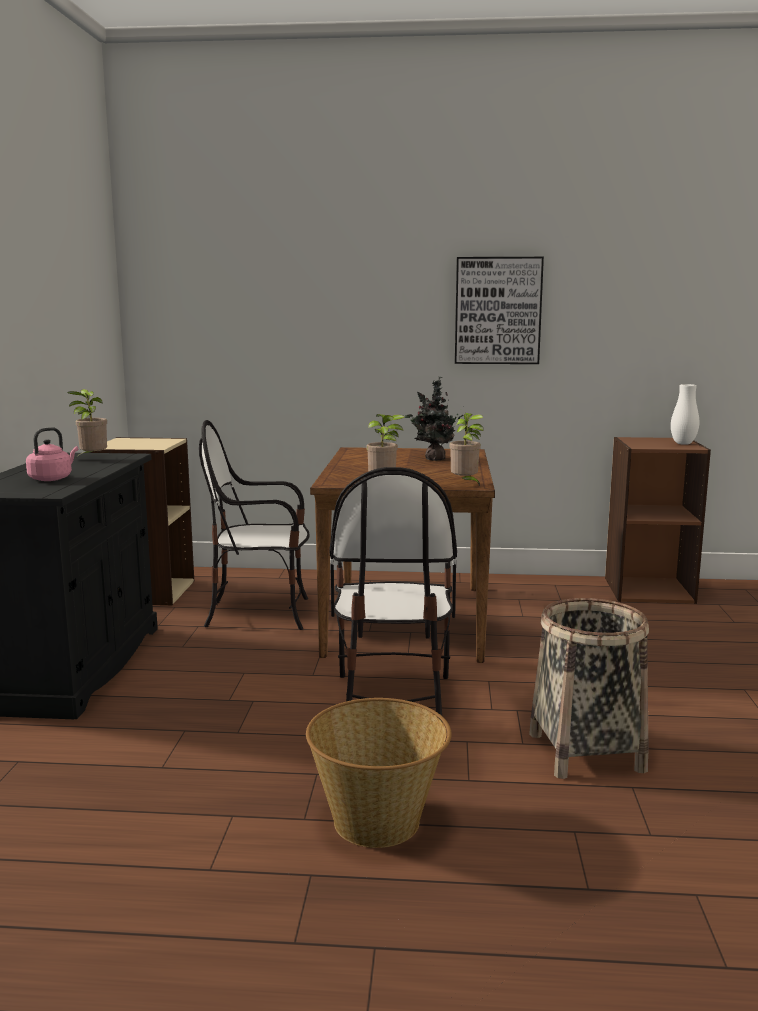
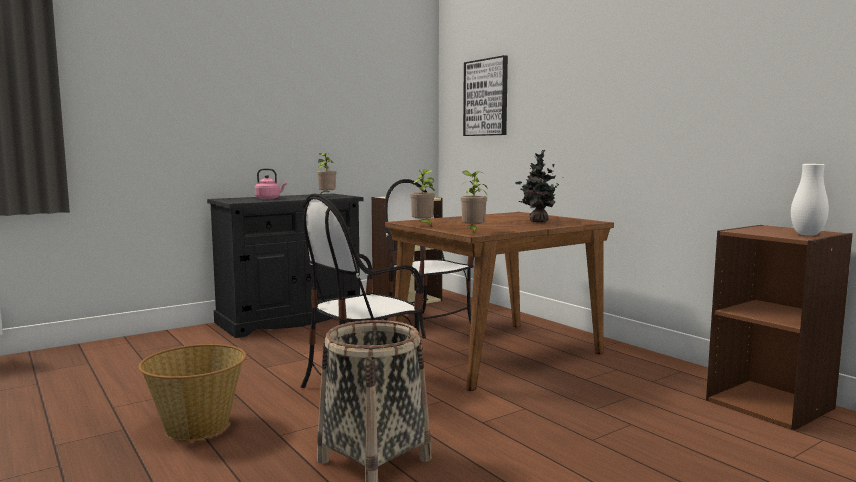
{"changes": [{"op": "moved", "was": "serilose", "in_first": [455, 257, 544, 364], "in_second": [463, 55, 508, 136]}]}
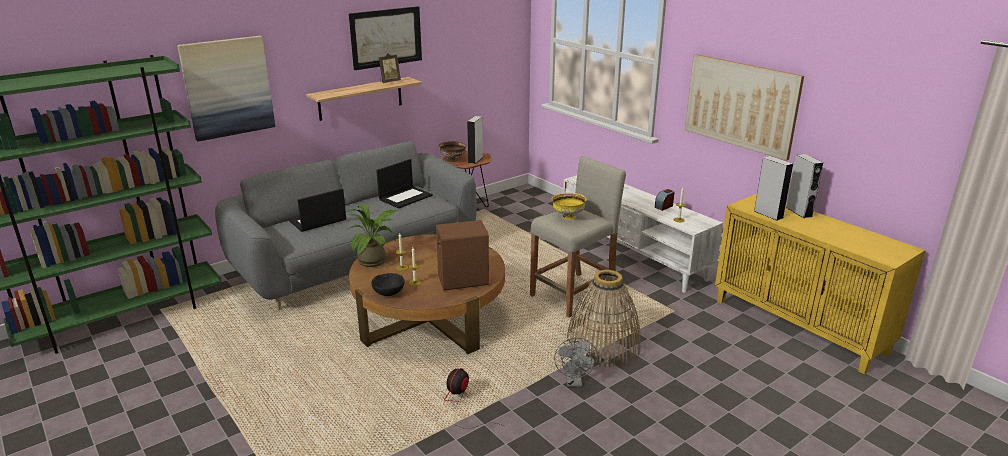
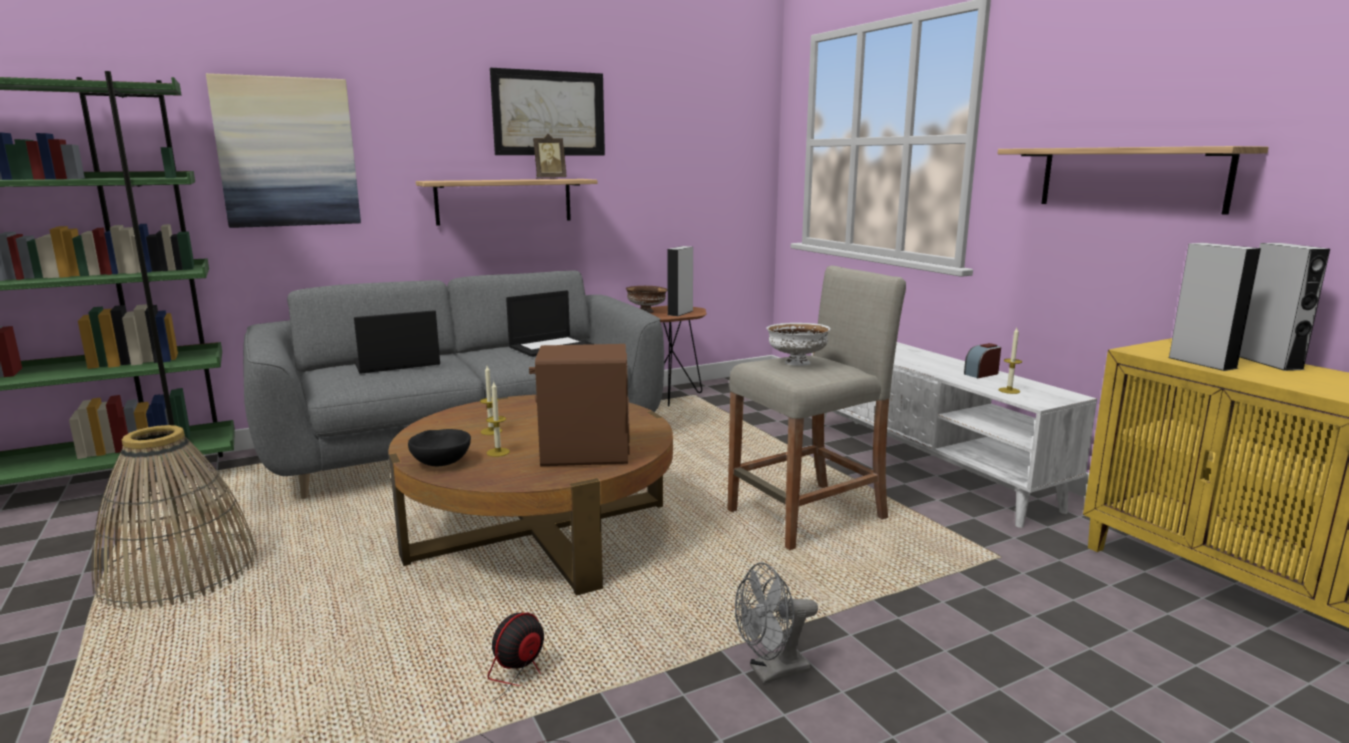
{"changes": [{"op": "replaced", "was": "serilose", "now": "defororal", "in_first": [685, 54, 804, 161], "in_second": [998, 146, 1269, 215]}, {"op": "recoloured", "was": "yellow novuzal", "now": "white novuzal", "in_first": [552, 193, 587, 220], "in_second": [766, 323, 830, 366]}, {"op": "removed", "was": "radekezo", "in_first": [346, 204, 398, 267]}, {"op": "moved", "was": "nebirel", "in_first": [567, 270, 641, 367], "in_second": [92, 425, 257, 610]}, {"op": "turned", "was": "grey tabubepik", "in_first": [554, 338, 598, 387], "in_second": [735, 562, 818, 683], "clockwise": 60}]}
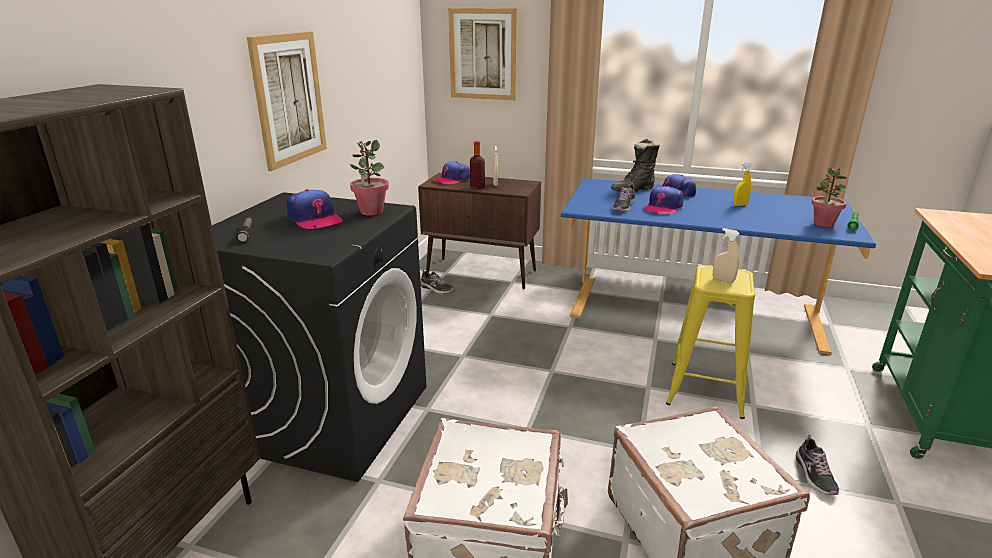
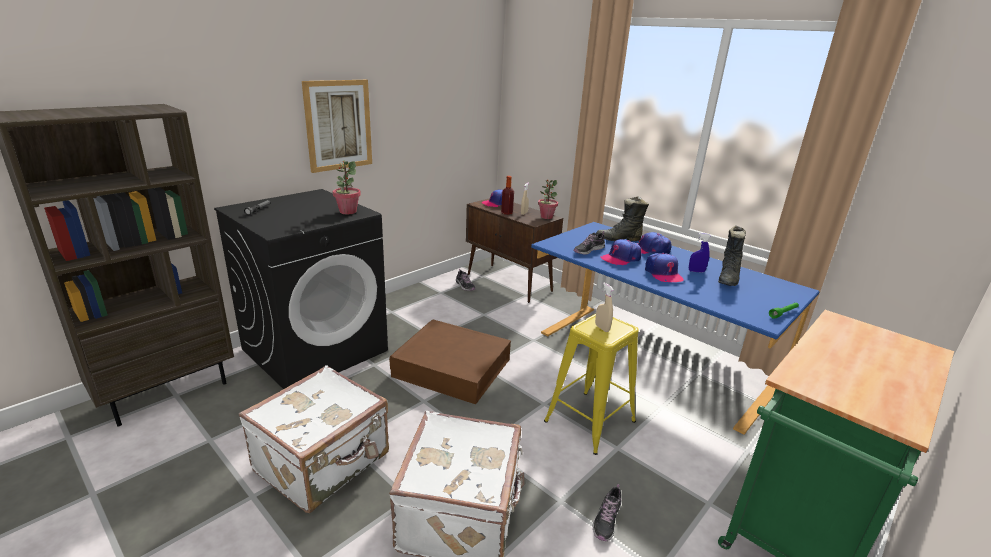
{"changes": [{"op": "removed", "was": "serilose", "in_first": [448, 8, 517, 100]}, {"op": "recoloured", "was": "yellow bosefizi", "now": "blue bosefizi", "in_first": [733, 162, 753, 206], "in_second": [689, 233, 711, 273]}, {"op": "moved", "was": "radekezo", "in_first": [812, 166, 847, 227], "in_second": [538, 180, 558, 219]}, {"op": "moved", "was": "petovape", "in_first": [287, 189, 344, 229], "in_second": [645, 253, 684, 282]}, {"op": "added", "now": "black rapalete", "in_second": [718, 225, 746, 286]}, {"op": "added", "now": "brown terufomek", "in_second": [389, 319, 511, 404]}]}
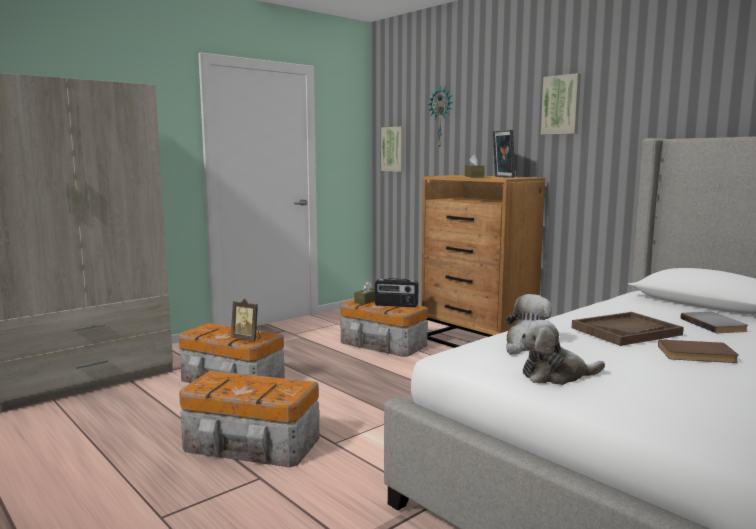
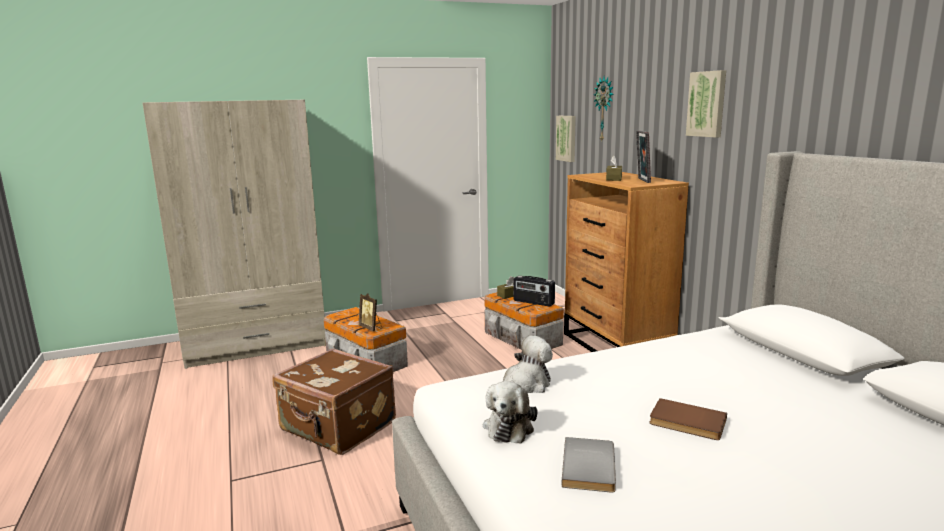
{"changes": [{"op": "removed", "was": "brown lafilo", "in_first": [572, 312, 684, 346]}, {"op": "moved", "was": "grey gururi", "in_first": [681, 312, 748, 333], "in_second": [561, 437, 616, 493]}, {"op": "turned", "was": "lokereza", "in_first": [520, 320, 605, 385], "in_second": [483, 381, 538, 444], "clockwise": -90}, {"op": "replaced", "was": "terufomek", "now": "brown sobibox", "in_first": [179, 371, 320, 467], "in_second": [272, 348, 396, 455]}]}
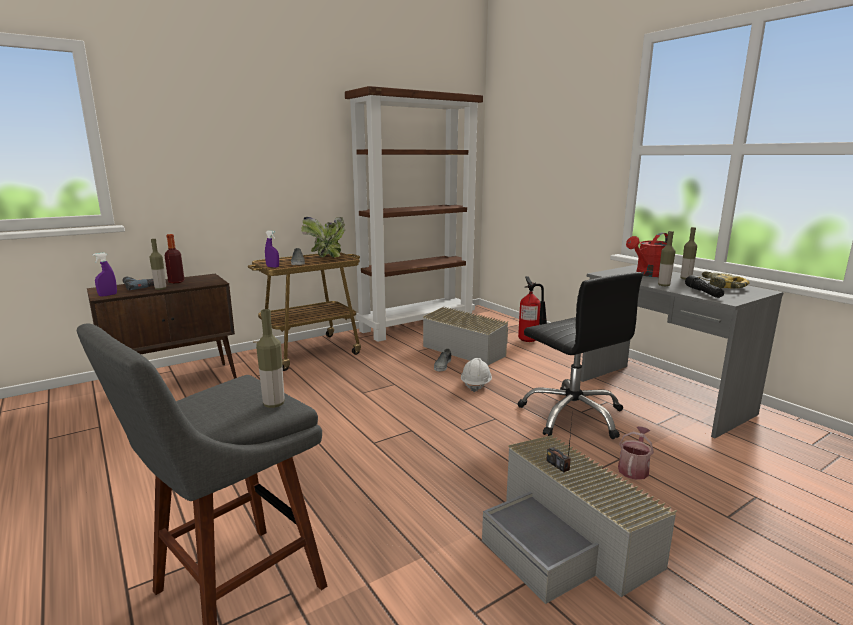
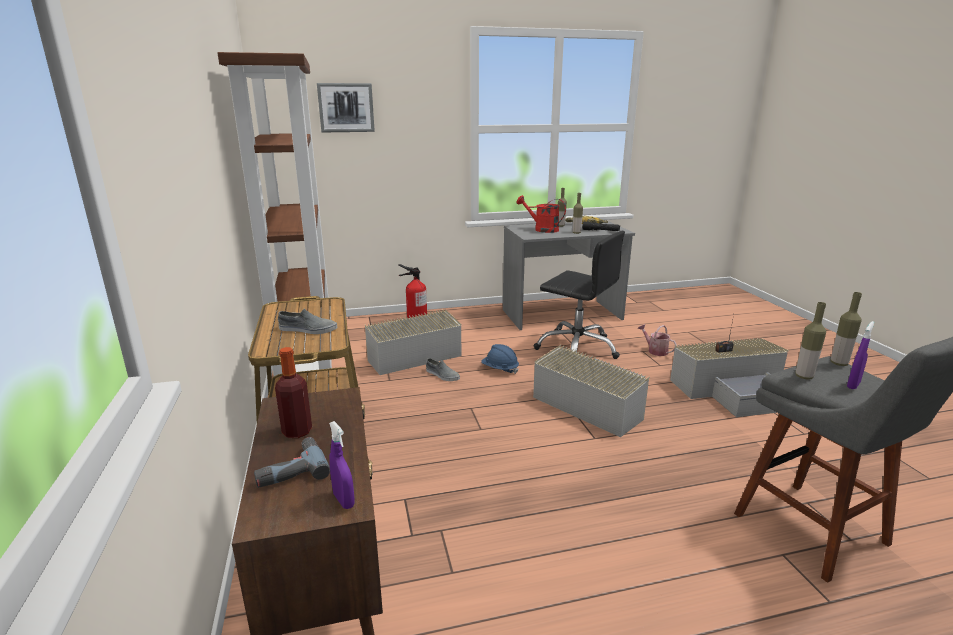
{"changes": [{"op": "removed", "was": "radekezo", "in_first": [301, 217, 346, 257]}, {"op": "moved", "was": "purple bosefizi", "in_first": [265, 231, 279, 268], "in_second": [847, 321, 874, 389]}, {"op": "turned", "was": "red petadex", "in_first": [626, 233, 668, 277], "in_second": [516, 195, 566, 233], "clockwise": 135}, {"op": "moved", "was": "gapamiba", "in_first": [149, 239, 166, 290], "in_second": [795, 302, 826, 380]}, {"op": "turned", "was": "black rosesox", "in_first": [518, 272, 643, 439], "in_second": [533, 231, 625, 359], "clockwise": 45}, {"op": "recoloured", "was": "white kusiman", "now": "blue kusiman", "in_first": [461, 358, 492, 392], "in_second": [481, 344, 519, 374]}, {"op": "added", "now": "serilose", "in_second": [317, 83, 375, 132]}, {"op": "added", "now": "grey terufomek", "in_second": [533, 345, 650, 437]}]}
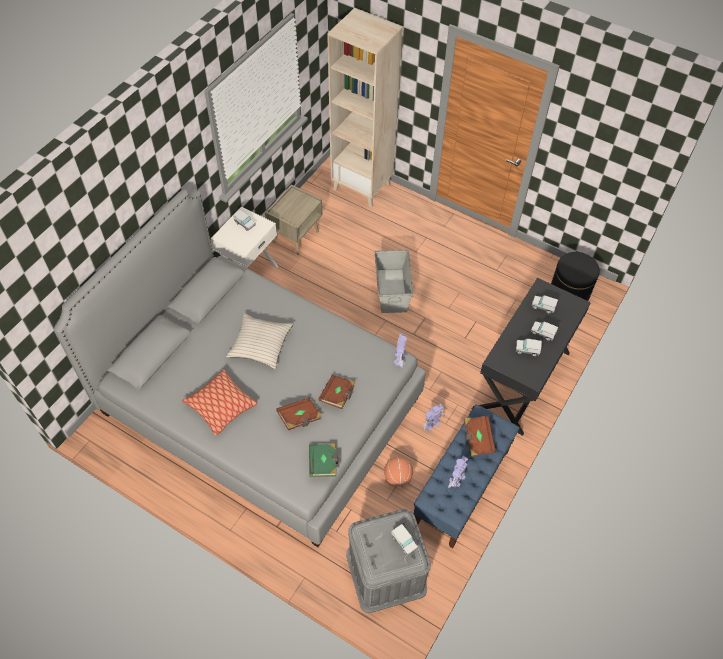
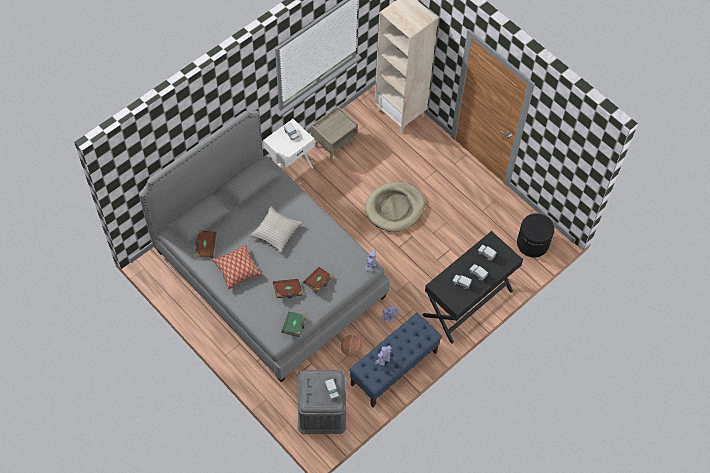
{"changes": [{"op": "replaced", "was": "grey terufomek", "now": "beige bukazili", "in_first": [375, 250, 413, 313], "in_second": [365, 181, 425, 232]}, {"op": "moved", "was": "brown gururi", "in_first": [464, 416, 496, 456], "in_second": [195, 230, 217, 258]}]}
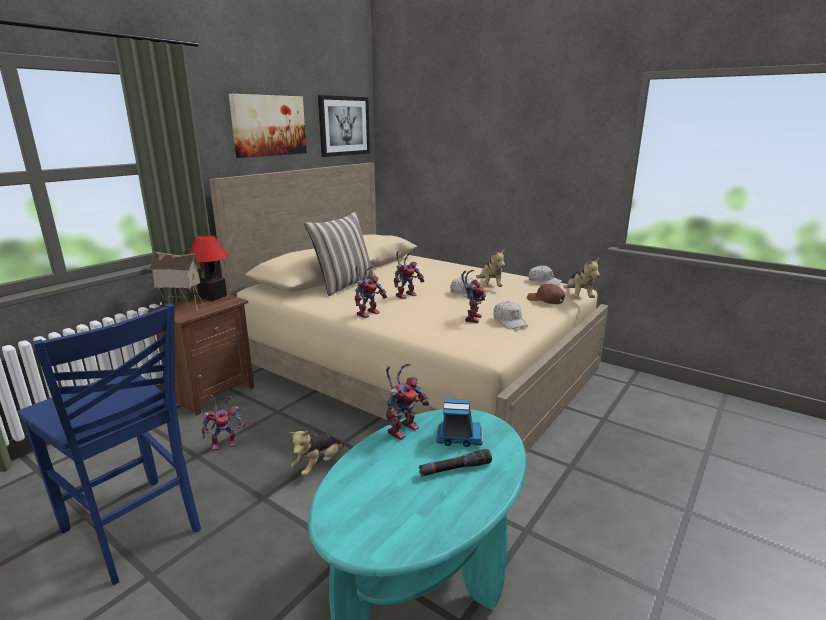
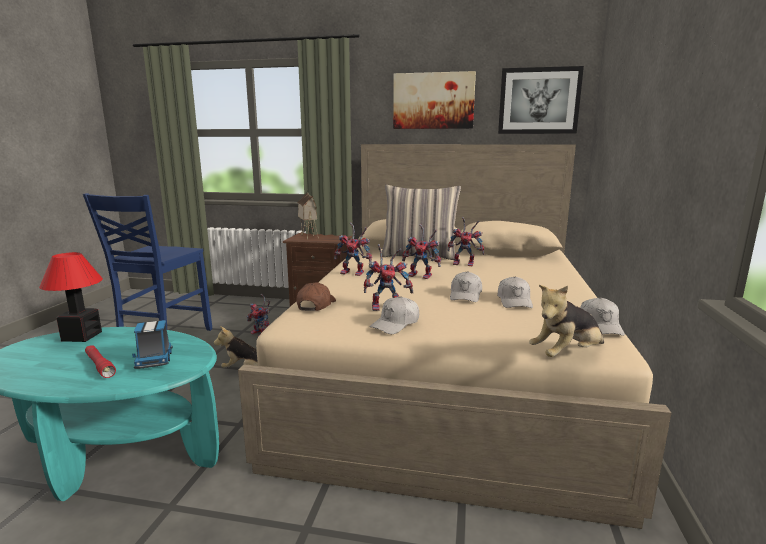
{"changes": [{"op": "moved", "was": "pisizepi", "in_first": [189, 235, 228, 301], "in_second": [39, 252, 103, 342]}, {"op": "replaced", "was": "lokereza", "now": "white petovape", "in_first": [476, 248, 505, 287], "in_second": [497, 276, 533, 308]}, {"op": "moved", "was": "brown petovape", "in_first": [527, 284, 565, 304], "in_second": [297, 282, 336, 311]}, {"op": "moved", "was": "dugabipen", "in_first": [386, 363, 430, 440], "in_second": [448, 217, 484, 266]}, {"op": "recoloured", "was": "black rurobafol", "now": "red rurobafol", "in_first": [419, 449, 492, 476], "in_second": [85, 345, 116, 378]}]}
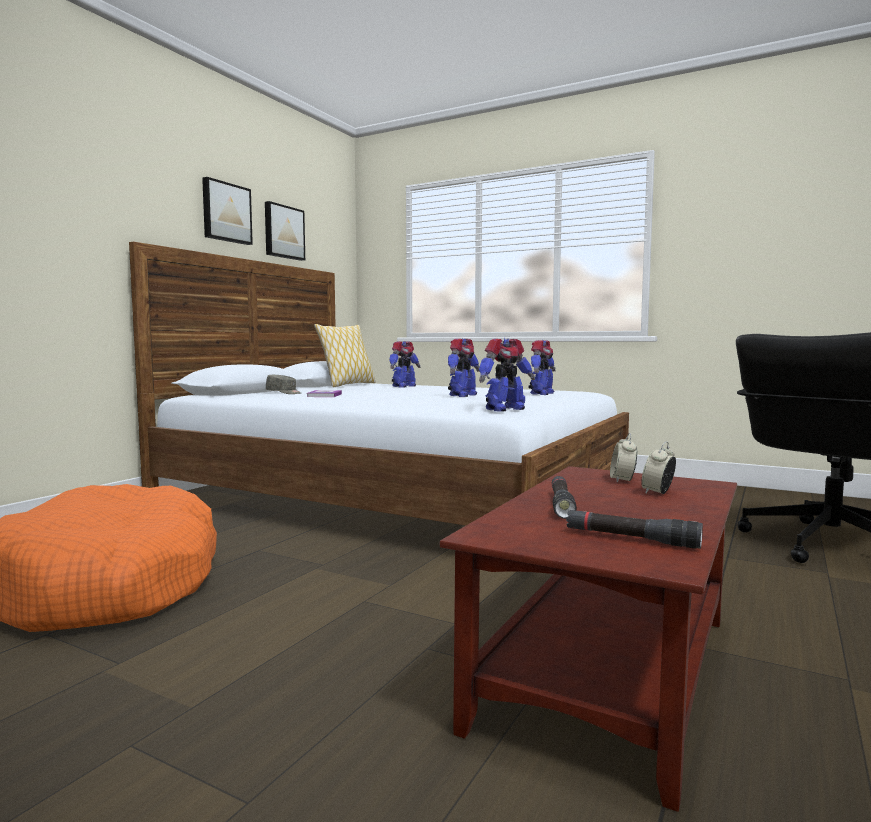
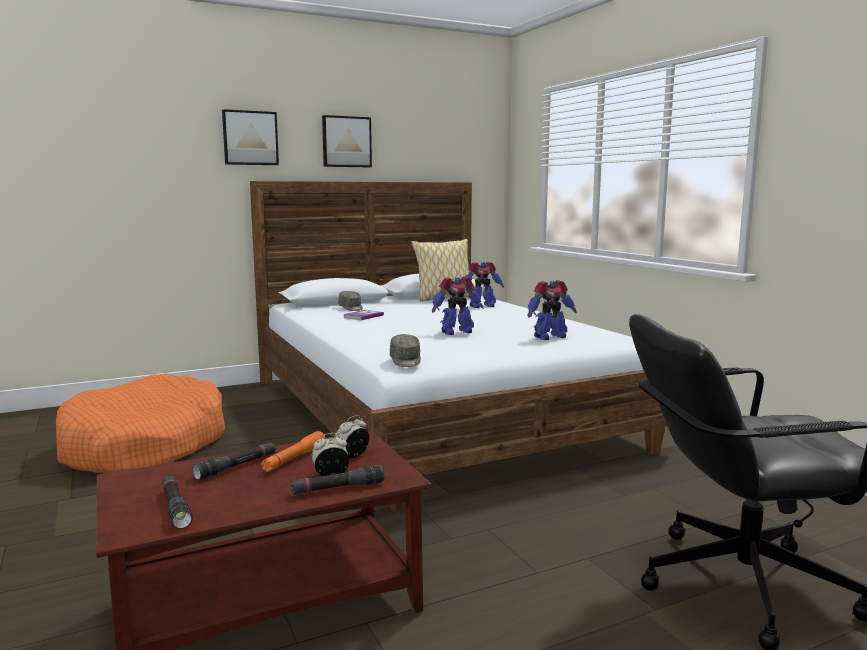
{"changes": [{"op": "moved", "was": "serilose", "in_first": [265, 201, 305, 261], "in_second": [222, 109, 279, 165]}, {"op": "replaced", "was": "dugabipen", "now": "grey petovape", "in_first": [479, 338, 535, 412], "in_second": [390, 334, 421, 367]}, {"op": "added", "now": "orange rurobafol", "in_second": [261, 431, 326, 472]}, {"op": "added", "now": "black rurobafol", "in_second": [291, 465, 384, 494]}]}
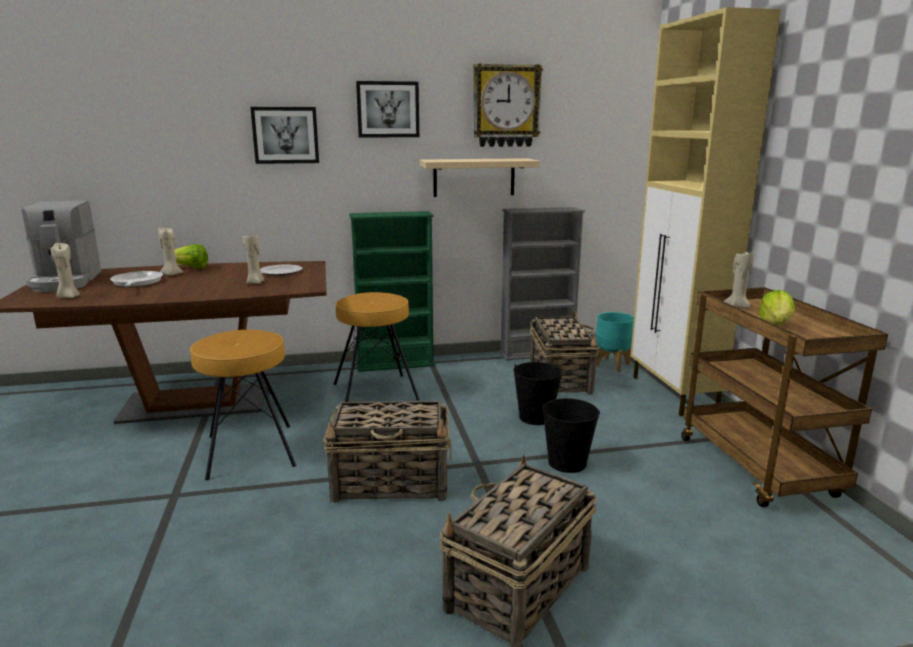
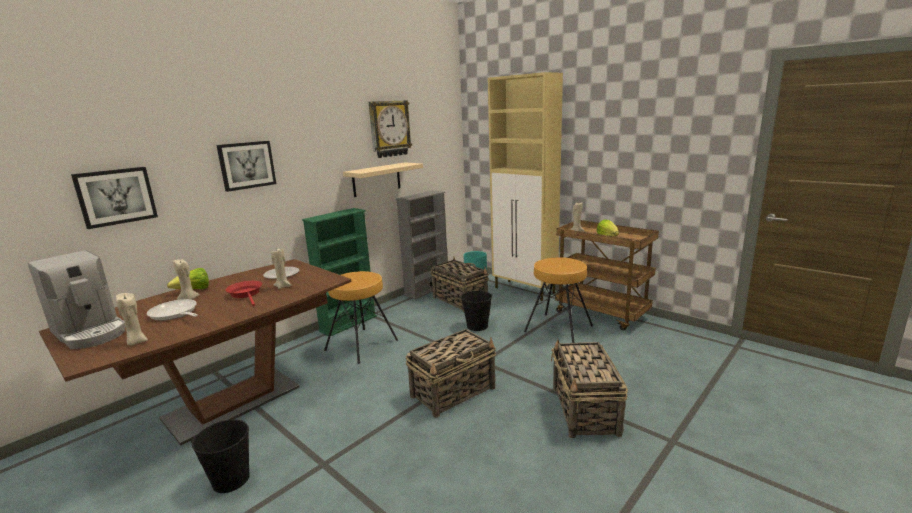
{"changes": [{"op": "moved", "was": "serilose", "in_first": [356, 81, 419, 138], "in_second": [71, 167, 158, 229]}, {"op": "moved", "was": "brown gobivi", "in_first": [190, 330, 296, 480], "in_second": [524, 257, 593, 343]}, {"op": "moved", "was": "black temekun", "in_first": [542, 398, 600, 473], "in_second": [191, 419, 250, 493]}, {"op": "added", "now": "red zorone", "in_second": [226, 281, 262, 306]}]}
